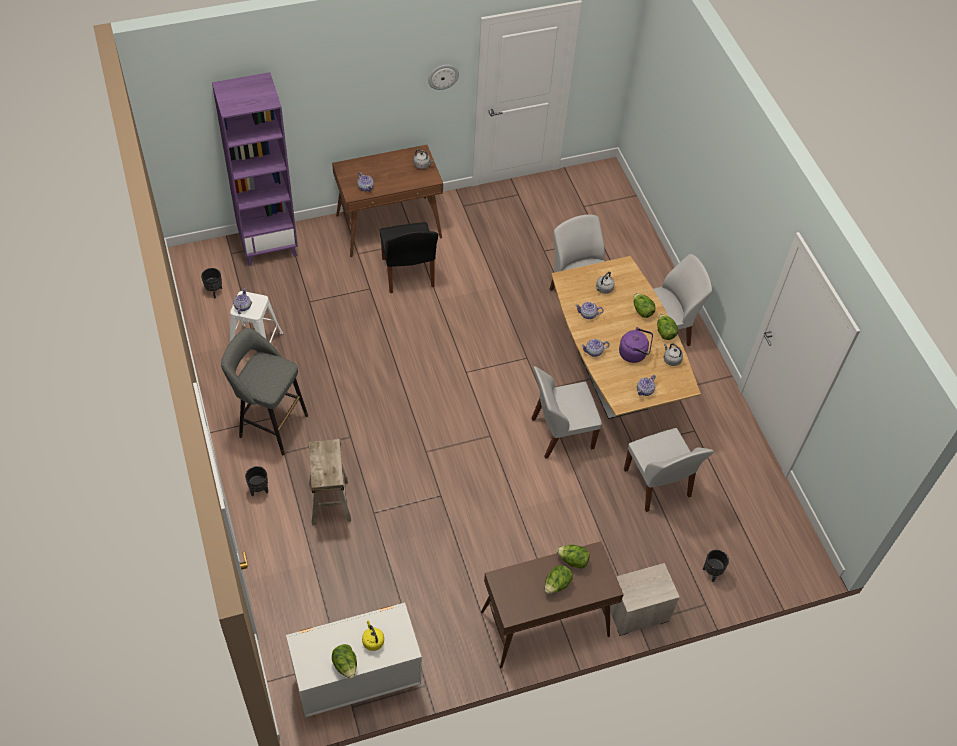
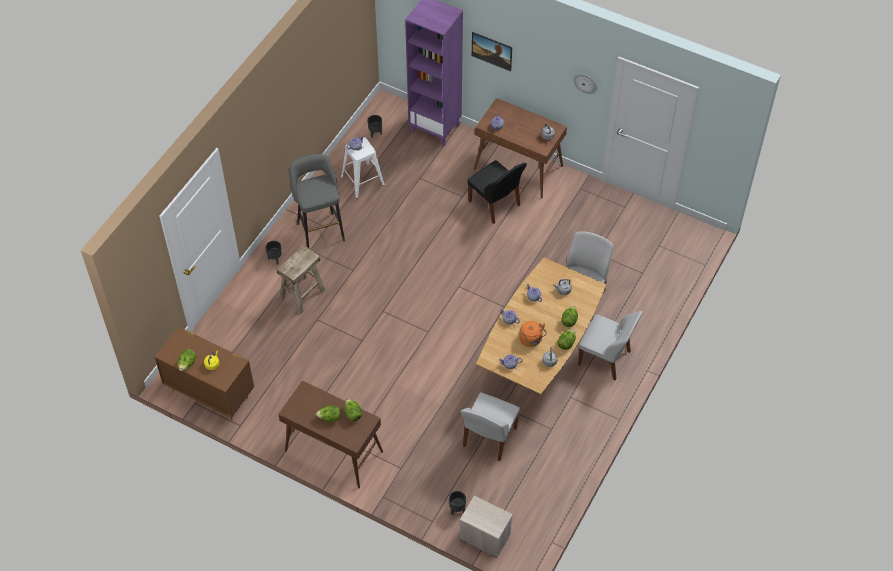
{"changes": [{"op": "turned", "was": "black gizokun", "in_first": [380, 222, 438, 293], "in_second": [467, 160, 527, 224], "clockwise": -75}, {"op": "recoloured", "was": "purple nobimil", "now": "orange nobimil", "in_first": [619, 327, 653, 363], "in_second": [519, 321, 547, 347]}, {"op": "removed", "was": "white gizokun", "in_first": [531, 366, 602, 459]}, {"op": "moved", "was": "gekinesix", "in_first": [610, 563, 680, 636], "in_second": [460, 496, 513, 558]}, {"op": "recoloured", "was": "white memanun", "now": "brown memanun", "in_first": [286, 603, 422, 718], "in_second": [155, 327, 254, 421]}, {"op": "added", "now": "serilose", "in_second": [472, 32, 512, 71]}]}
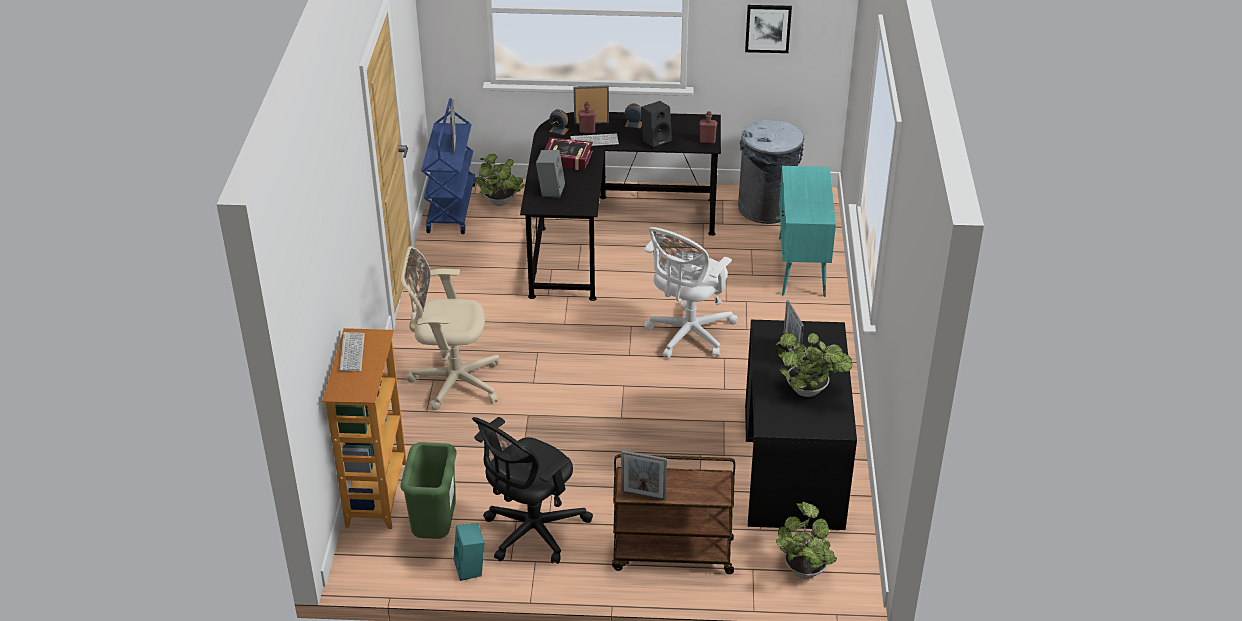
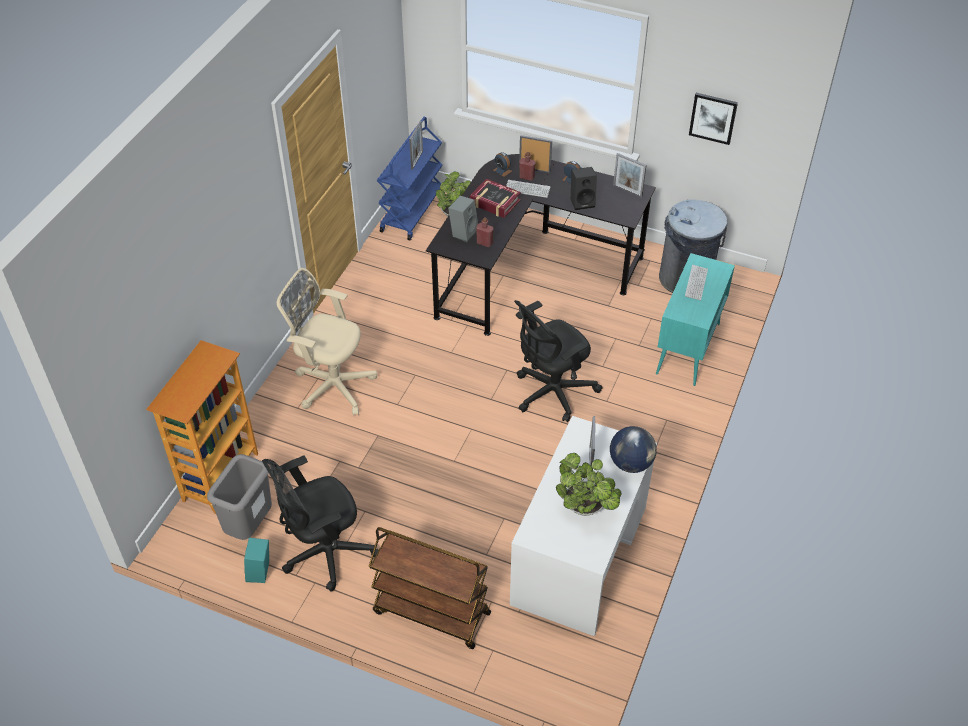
{"changes": [{"op": "moved", "was": "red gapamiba", "in_first": [699, 111, 717, 144], "in_second": [476, 217, 493, 247]}, {"op": "recoloured", "was": "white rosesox", "now": "black rosesox", "in_first": [644, 227, 738, 359], "in_second": [514, 300, 603, 423]}, {"op": "recoloured", "was": "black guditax", "now": "white guditax", "in_first": [745, 320, 857, 530], "in_second": [510, 416, 657, 636]}, {"op": "moved", "was": "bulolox", "in_first": [340, 332, 365, 371], "in_second": [685, 265, 708, 300]}, {"op": "recoloured", "was": "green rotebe", "now": "grey rotebe", "in_first": [401, 442, 457, 539], "in_second": [207, 454, 272, 540]}, {"op": "moved", "was": "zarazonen", "in_first": [621, 450, 667, 500], "in_second": [613, 153, 646, 198]}, {"op": "removed", "was": "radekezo", "in_first": [776, 502, 837, 579]}, {"op": "added", "now": "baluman", "in_second": [610, 426, 657, 473]}]}
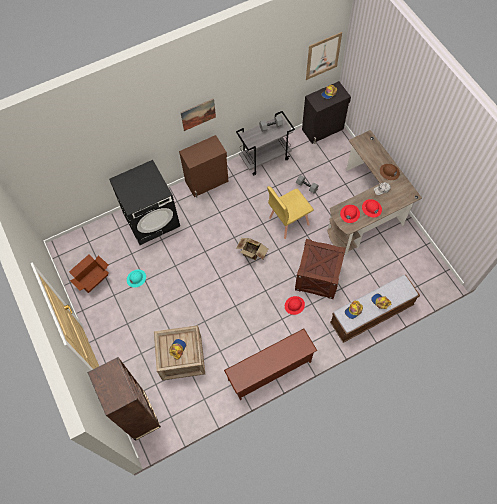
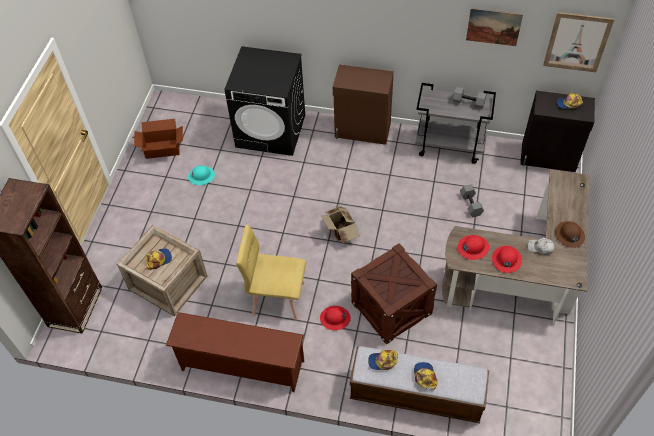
{"changes": [{"op": "moved", "was": "serilose", "in_first": [181, 98, 216, 131], "in_second": [466, 8, 523, 46]}, {"op": "moved", "was": "yellow gizokun", "in_first": [267, 186, 314, 239], "in_second": [236, 224, 306, 320]}]}
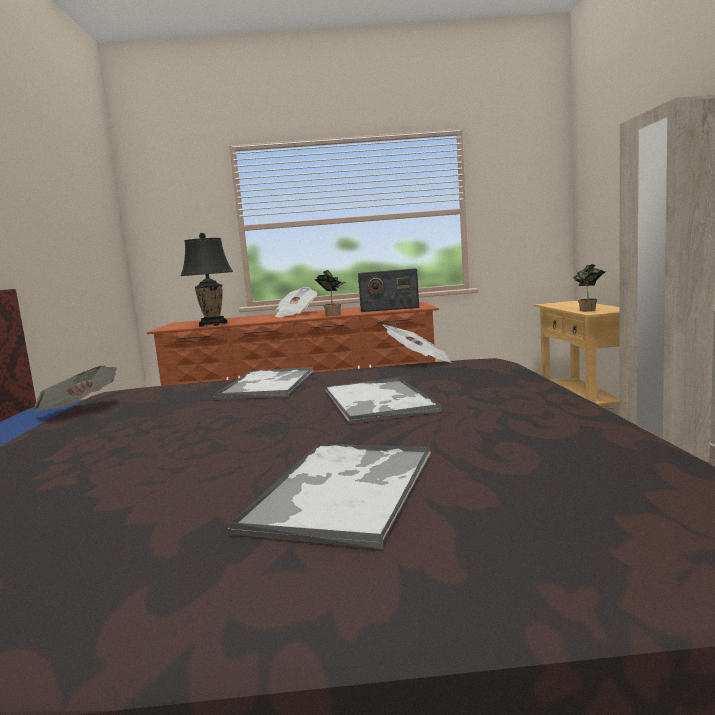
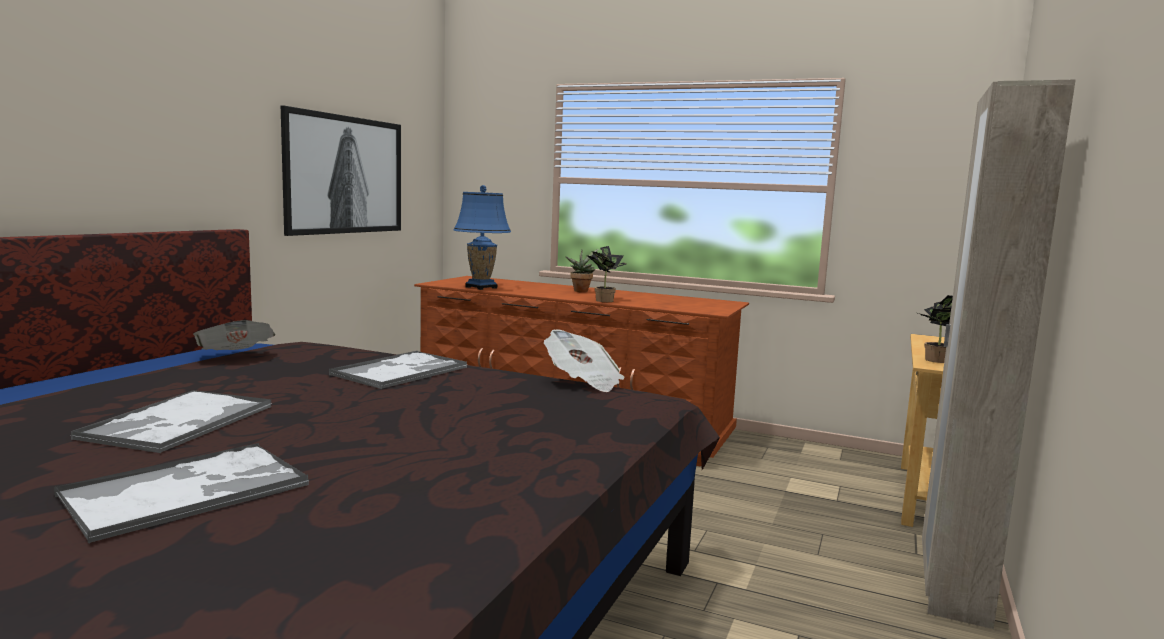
{"changes": [{"op": "recoloured", "was": "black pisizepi", "now": "blue pisizepi", "in_first": [181, 233, 233, 327], "in_second": [454, 185, 511, 290]}, {"op": "removed", "was": "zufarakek", "in_first": [358, 268, 419, 312]}, {"op": "replaced", "was": "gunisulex", "now": "radekezo", "in_first": [275, 287, 317, 317], "in_second": [565, 249, 598, 292]}, {"op": "moved", "was": "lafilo", "in_first": [325, 377, 441, 424], "in_second": [70, 390, 271, 453]}, {"op": "added", "now": "serilose", "in_second": [281, 106, 401, 236]}]}
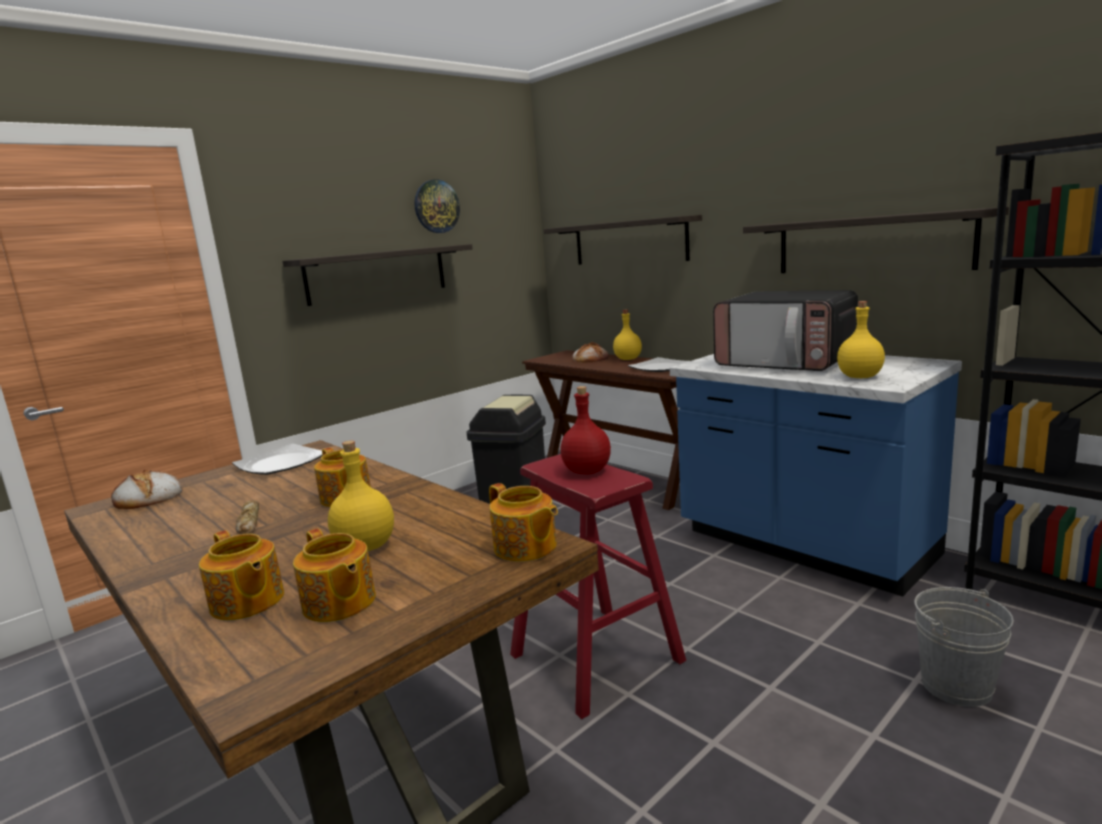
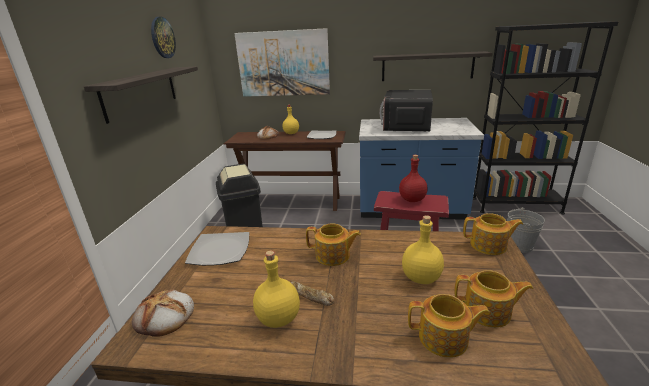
{"changes": [{"op": "replaced", "was": "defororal", "now": "serilose", "in_first": [544, 215, 702, 265], "in_second": [234, 28, 330, 97]}, {"op": "turned", "was": "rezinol", "in_first": [713, 290, 858, 371], "in_second": [379, 90, 433, 132], "clockwise": 105}, {"op": "moved", "was": "yellow gapamiba", "in_first": [837, 301, 885, 378], "in_second": [253, 251, 300, 328]}]}
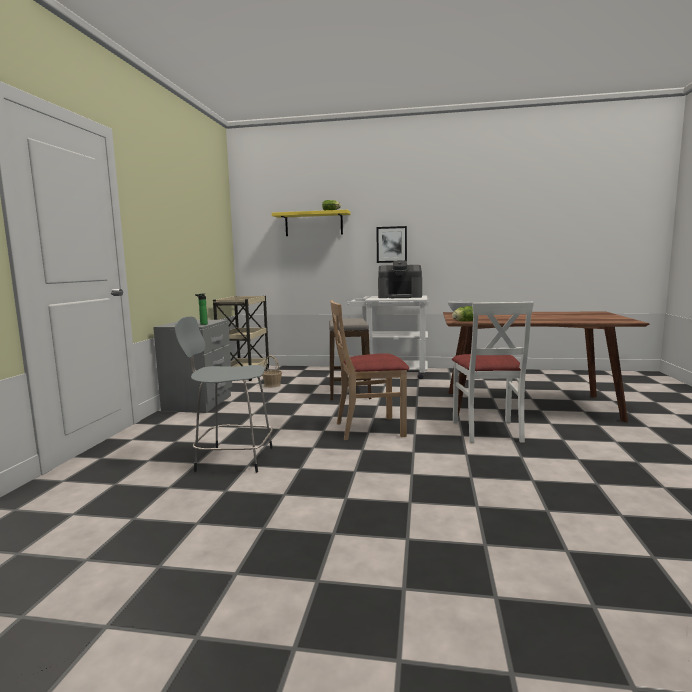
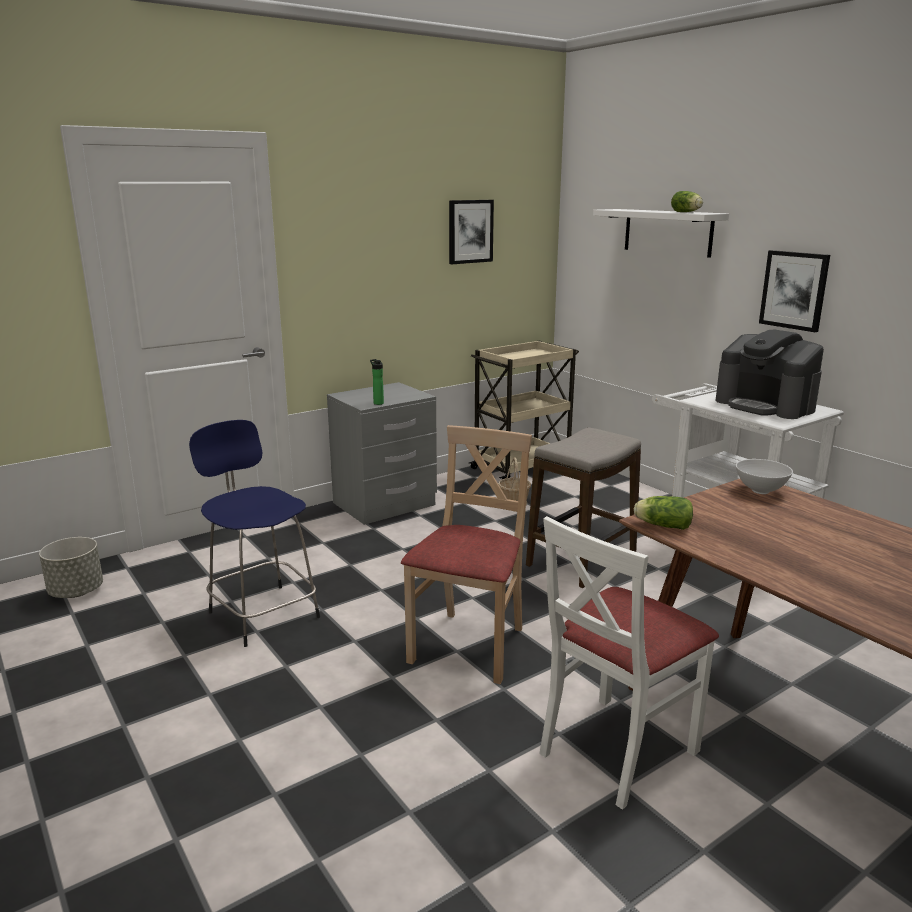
{"changes": [{"op": "recoloured", "was": "yellow defororal", "now": "white defororal", "in_first": [272, 210, 351, 236], "in_second": [593, 209, 729, 258]}, {"op": "turned", "was": "beige gizokun", "in_first": [330, 300, 409, 440], "in_second": [401, 425, 532, 684], "clockwise": 75}, {"op": "recoloured", "was": "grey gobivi", "now": "blue gobivi", "in_first": [175, 316, 273, 473], "in_second": [189, 420, 320, 647]}, {"op": "added", "now": "serilose", "in_second": [449, 200, 494, 264]}, {"op": "added", "now": "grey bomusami", "in_second": [39, 537, 103, 598]}]}
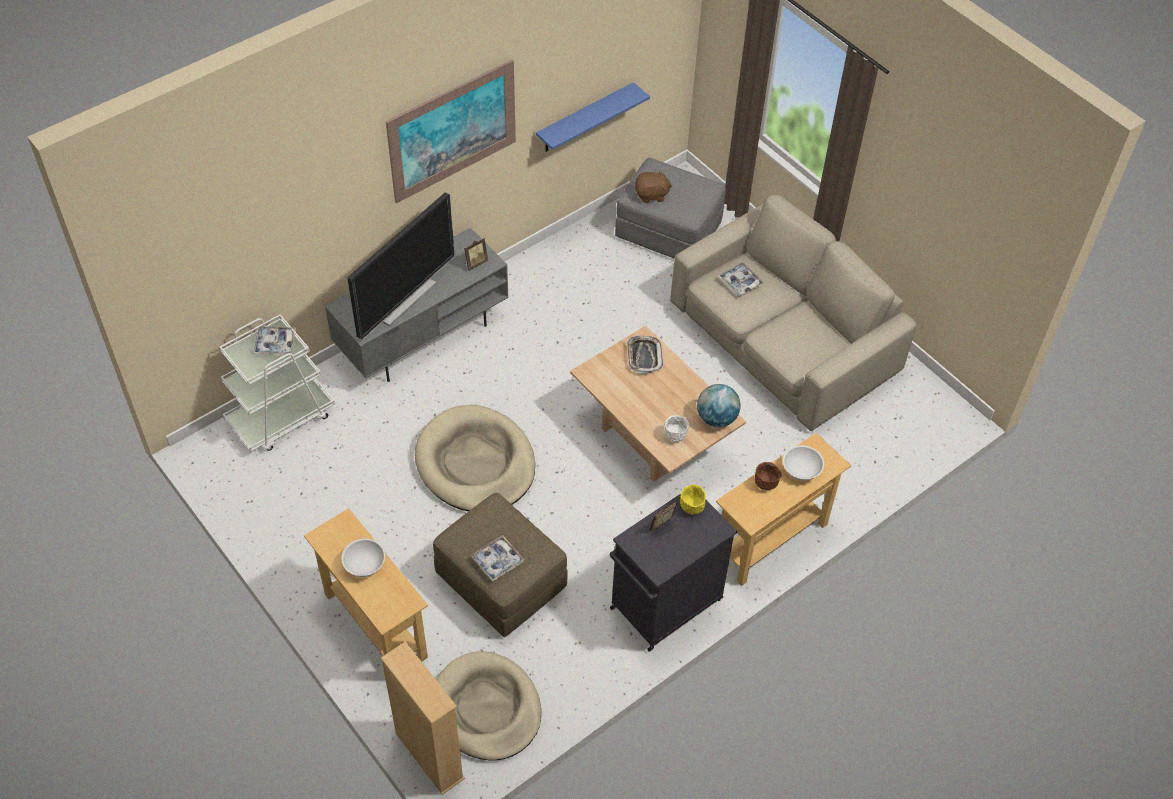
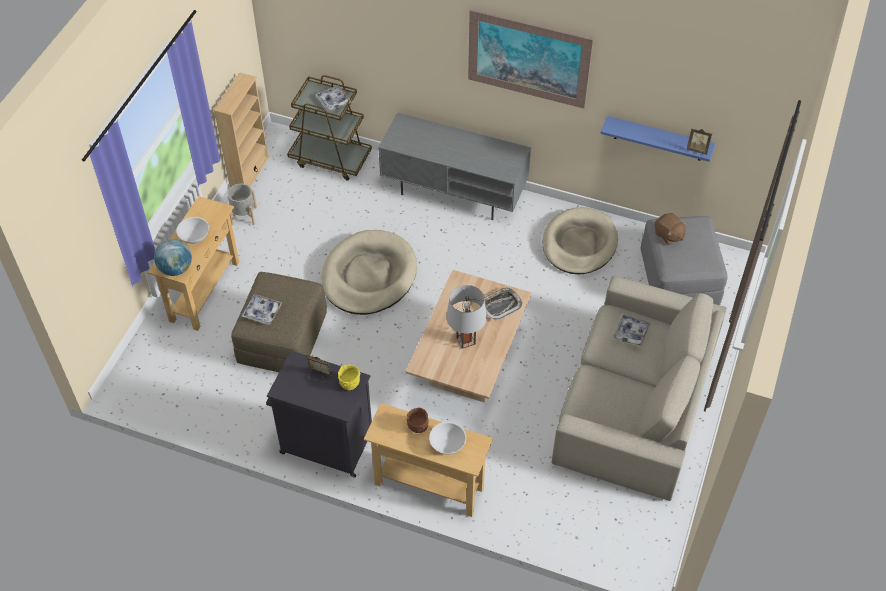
{"changes": [{"op": "removed", "was": "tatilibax", "in_first": [347, 192, 454, 340]}, {"op": "moved", "was": "zarazonen", "in_first": [464, 238, 488, 271], "in_second": [686, 128, 712, 155]}, {"op": "recoloured", "was": "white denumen", "now": "brown denumen", "in_first": [220, 315, 335, 452], "in_second": [287, 75, 372, 181]}, {"op": "moved", "was": "baluman", "in_first": [697, 384, 741, 427], "in_second": [154, 239, 192, 276]}, {"op": "removed", "was": "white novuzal", "in_first": [664, 415, 689, 442]}, {"op": "moved", "was": "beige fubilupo", "in_first": [381, 641, 465, 795], "in_second": [213, 72, 270, 187]}, {"op": "moved", "was": "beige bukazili", "in_first": [436, 651, 541, 761], "in_second": [542, 207, 618, 274]}, {"op": "added", "now": "grey bomusami", "in_second": [227, 184, 257, 225]}, {"op": "added", "now": "grey pisizepi", "in_second": [446, 285, 487, 349]}]}
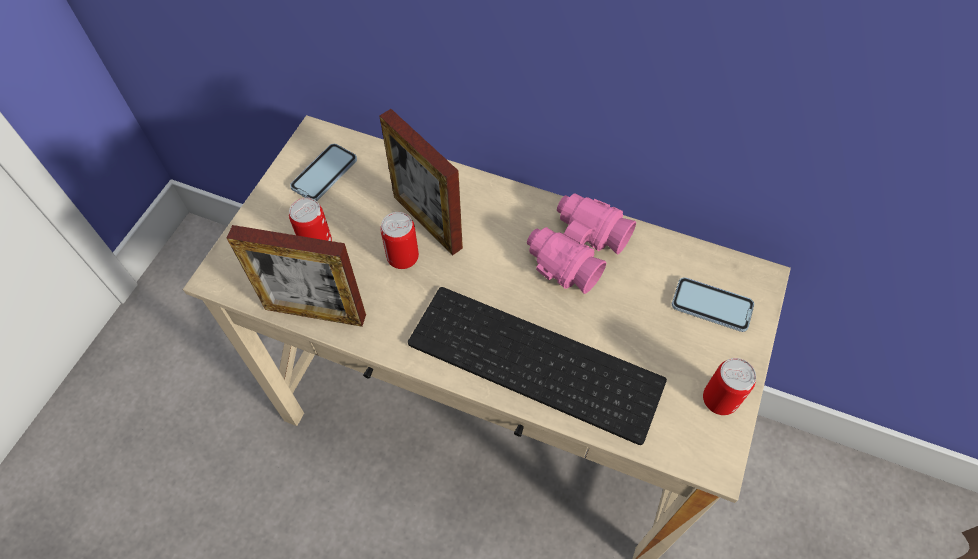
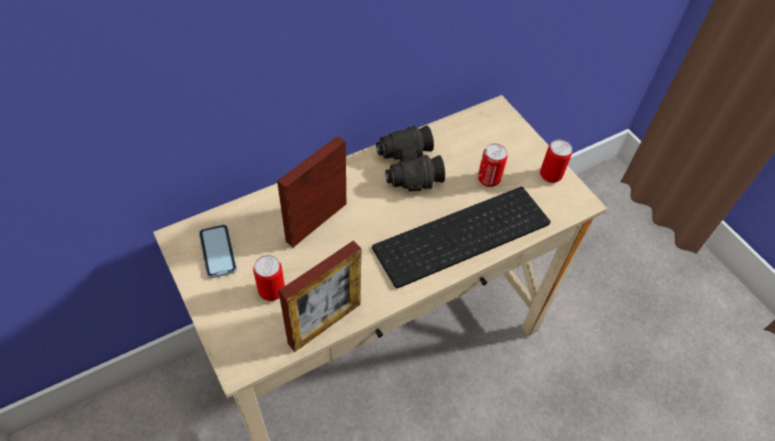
{"changes": [{"op": "turned", "was": "zarazonen", "in_first": [380, 109, 463, 255], "in_second": [277, 136, 346, 247], "clockwise": 135}, {"op": "recoloured", "was": "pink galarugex", "now": "black galarugex", "in_first": [527, 194, 636, 294], "in_second": [376, 125, 445, 191]}, {"op": "moved", "was": "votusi", "in_first": [380, 212, 419, 269], "in_second": [478, 143, 508, 187]}, {"op": "removed", "was": "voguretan", "in_first": [672, 277, 754, 332]}]}
